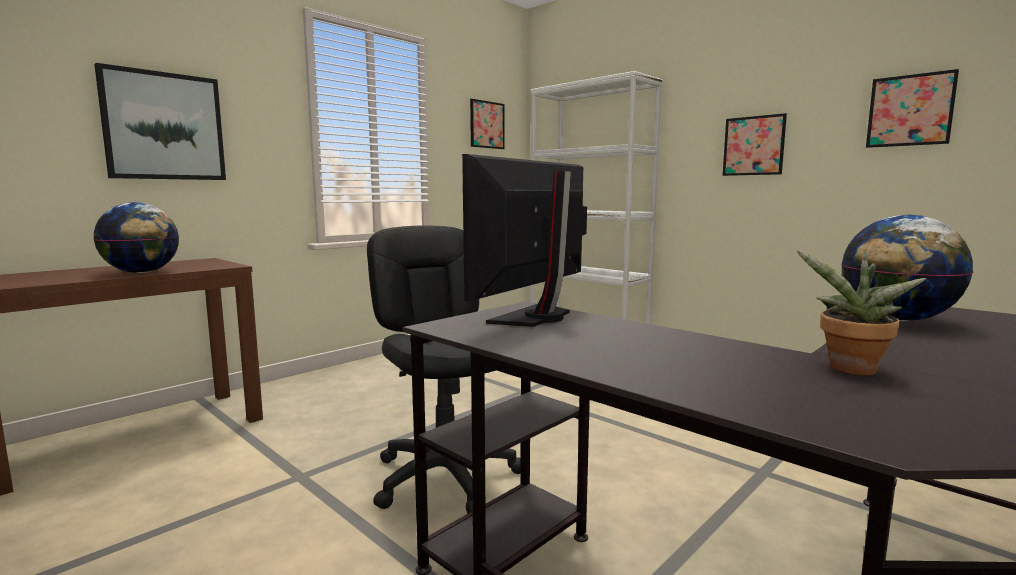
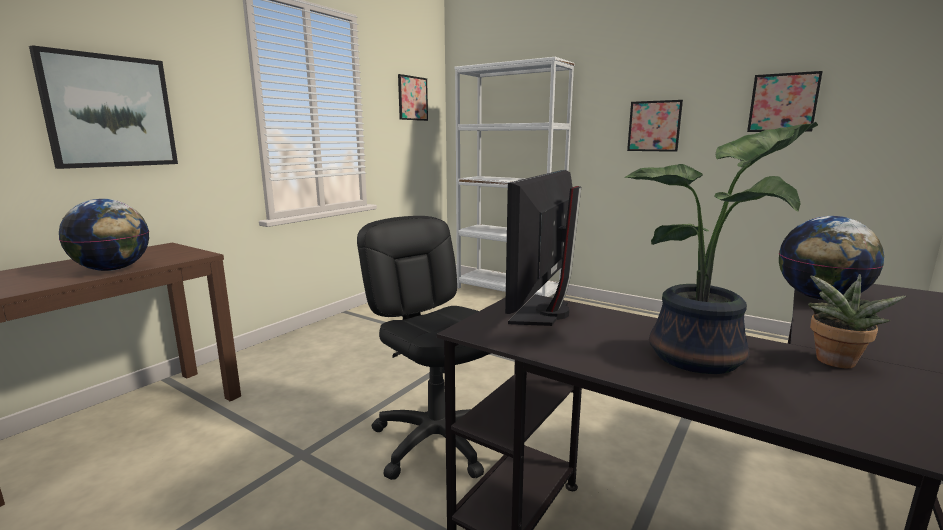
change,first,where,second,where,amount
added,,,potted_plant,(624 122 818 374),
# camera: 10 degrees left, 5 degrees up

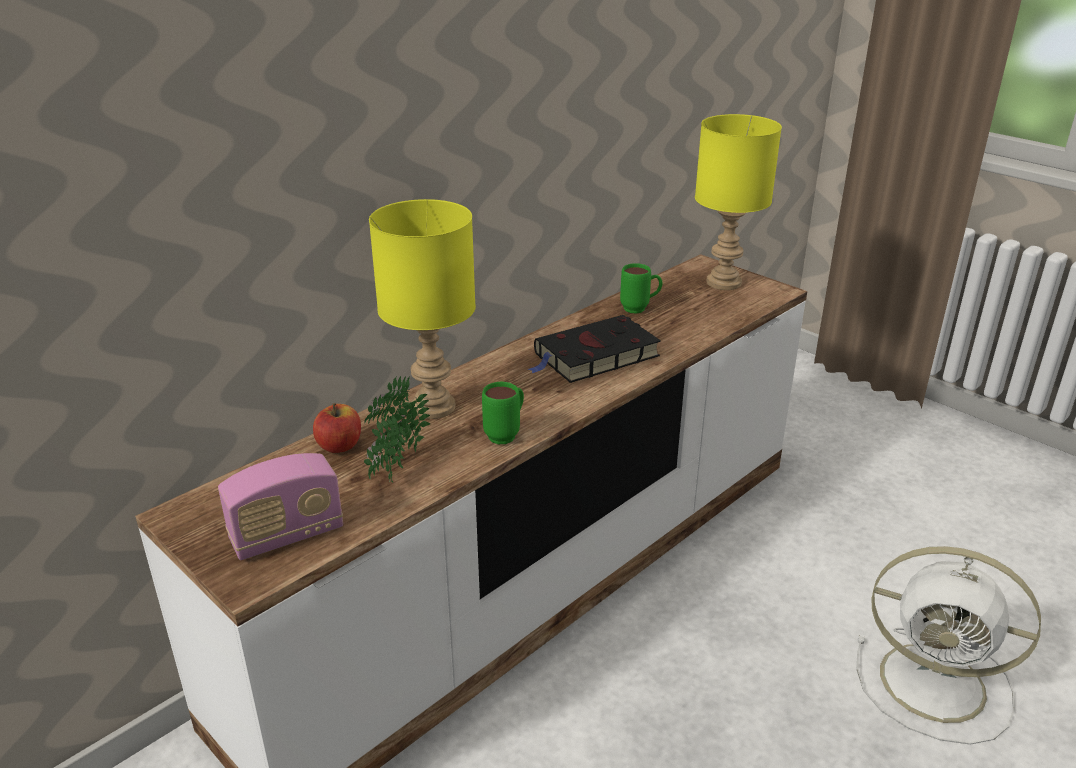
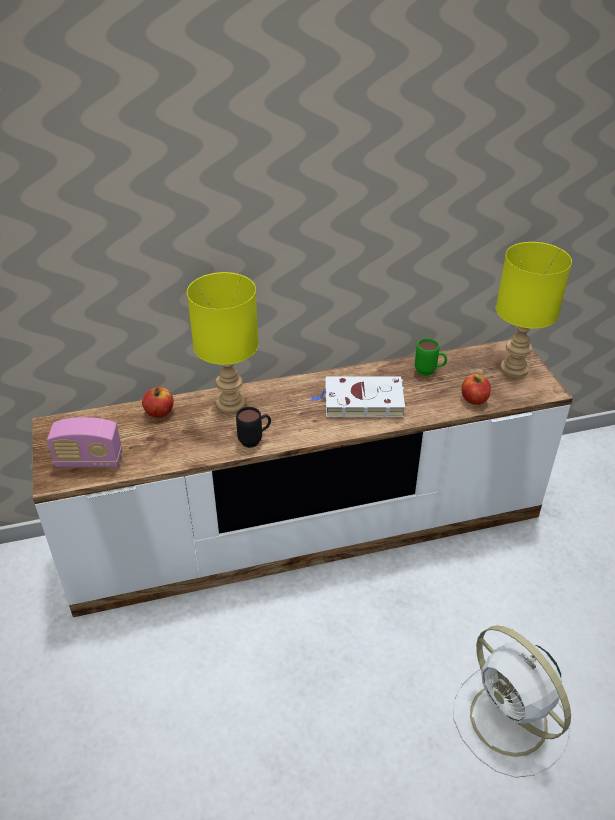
change,first,where,second,where,amount
removed,potted_plant,(364 376 430 483),,,
added,,,apple,(461 374 491 405),
recoloured,green_mug,(482 382 524 444),black_mug,(236 407 271 448),
recoloured,black_book,(528 315 661 383),white_book,(310 376 405 417),
# camera: 30 degrees right, 10 degrees up

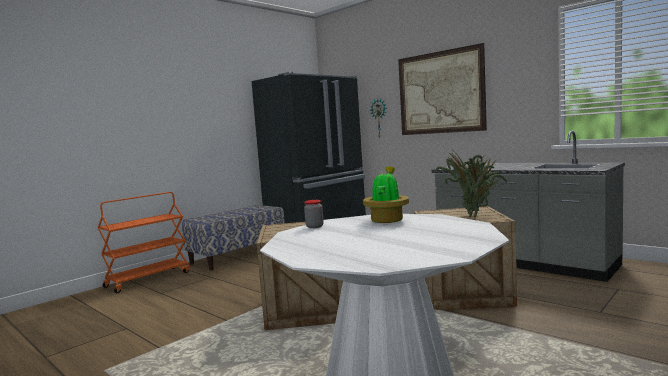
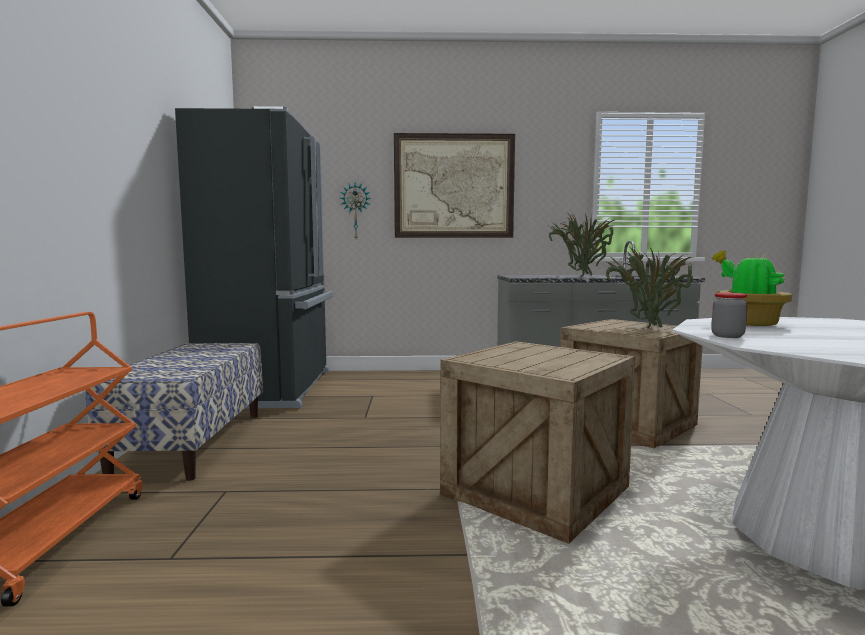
change,first,where,second,where,amount
added,,,potted_plant,(548 213 616 277),
# camera: 45 degrees left, 0 degrees up

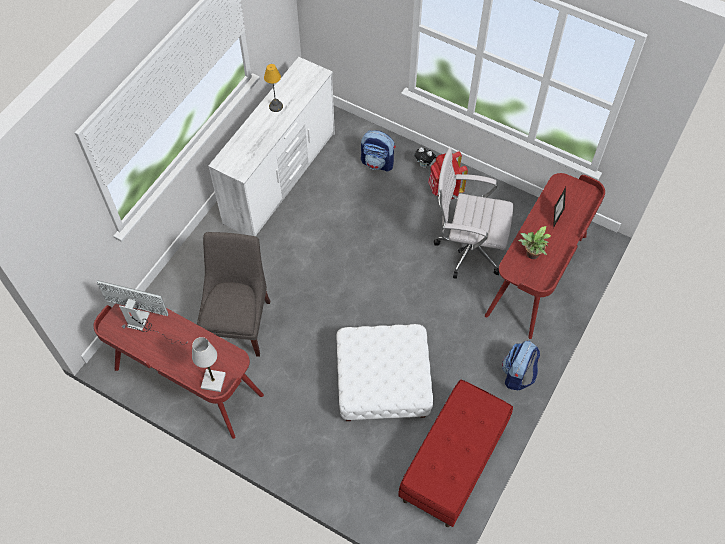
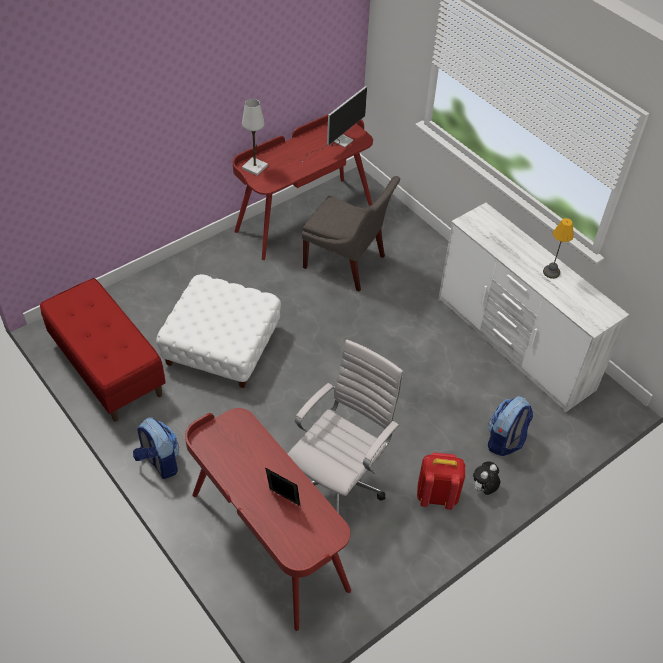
change,first,where,second,where,amount
removed,potted_plant,(518 226 551 259),,,
# camera: 110 degrees right, 10 degrees down

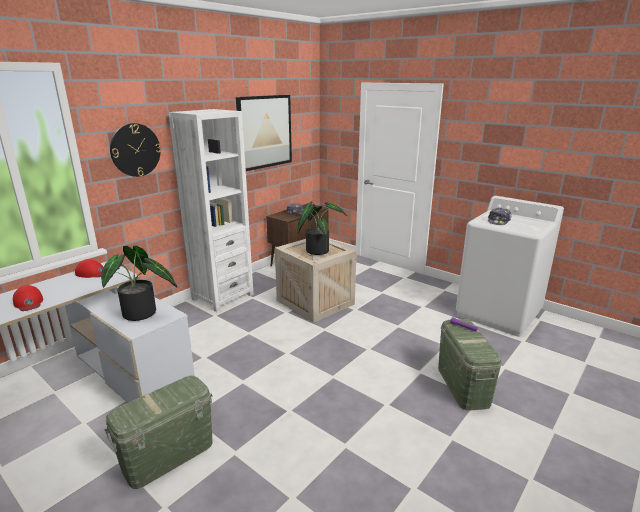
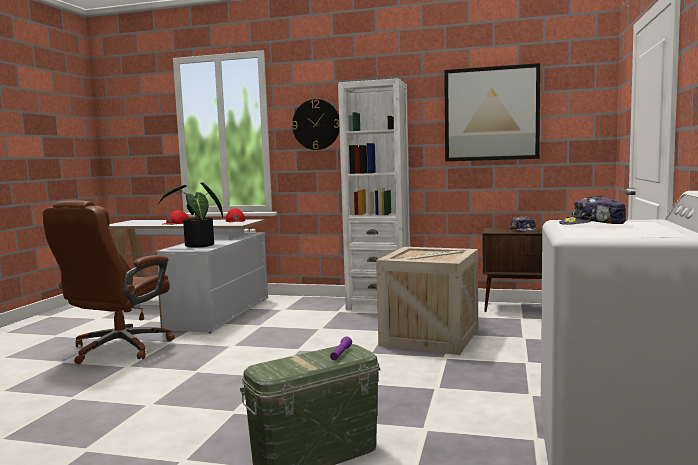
change,first,where,second,where,amount
removed,potted_plant,(298 202 347 255),,,
replaced,green_storage_box,(104 375 213 489),brown_office_chair,(43 200 175 364),
# camera: 65 degrees right, 15 degrees down

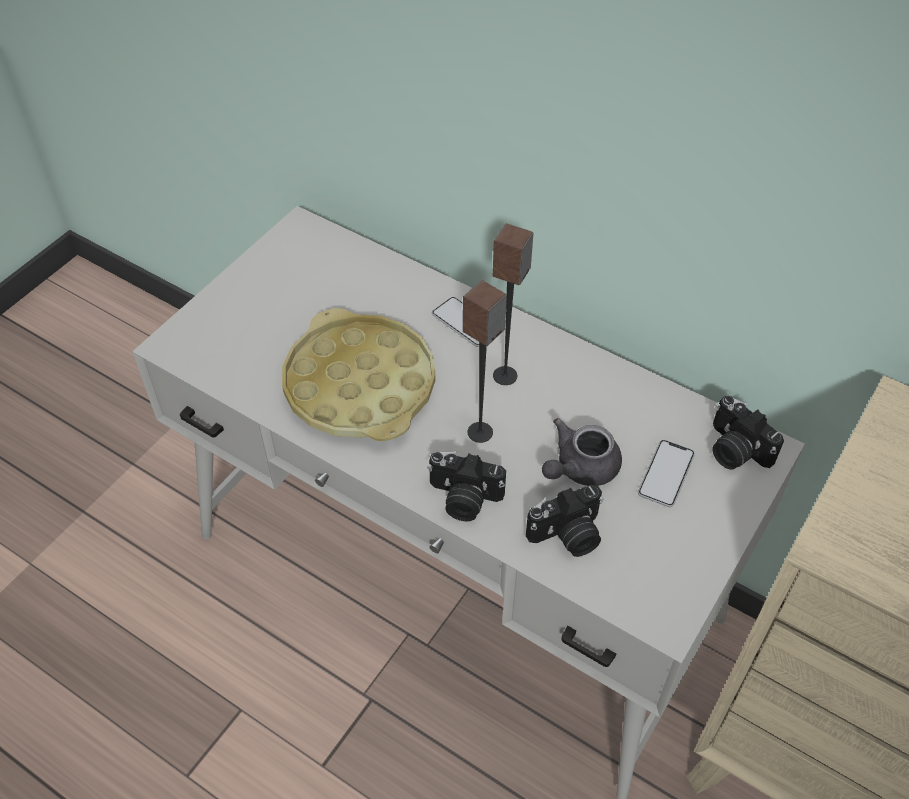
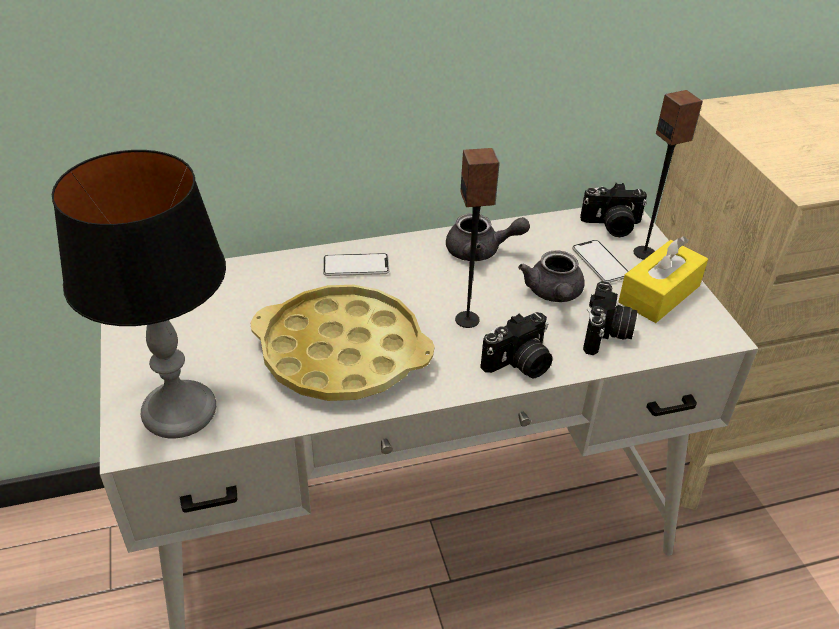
change,first,where,second,where,amount
added,,,table_lamp,(52 150 226 438),
added,,,grey_teapot,(446 213 530 261),
added,,,yellow_tissue_box,(618 236 708 323),
moved,speaker,(493 223 534 385),,(634 90 703 260),
# camera: 50 degrees left, 10 degrees down

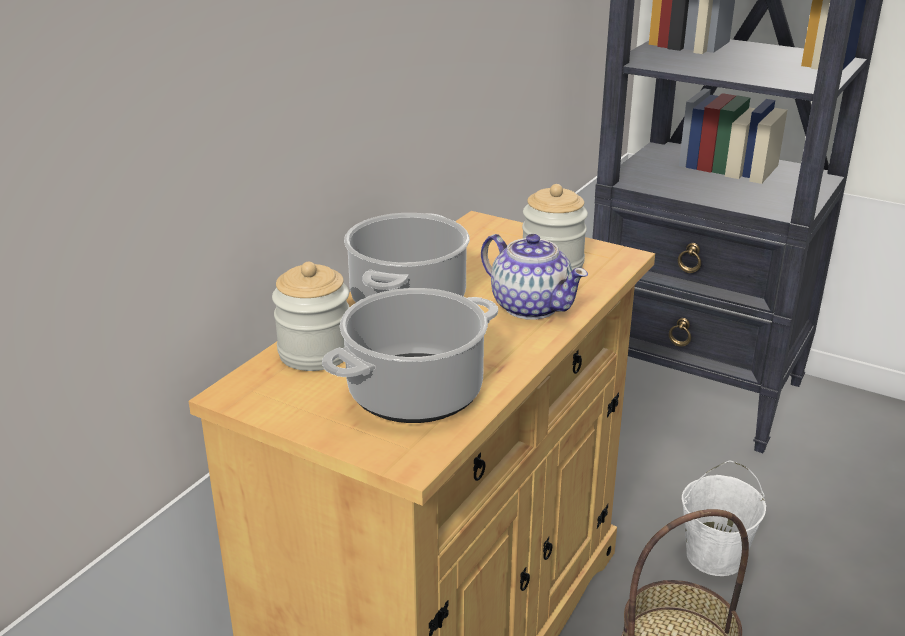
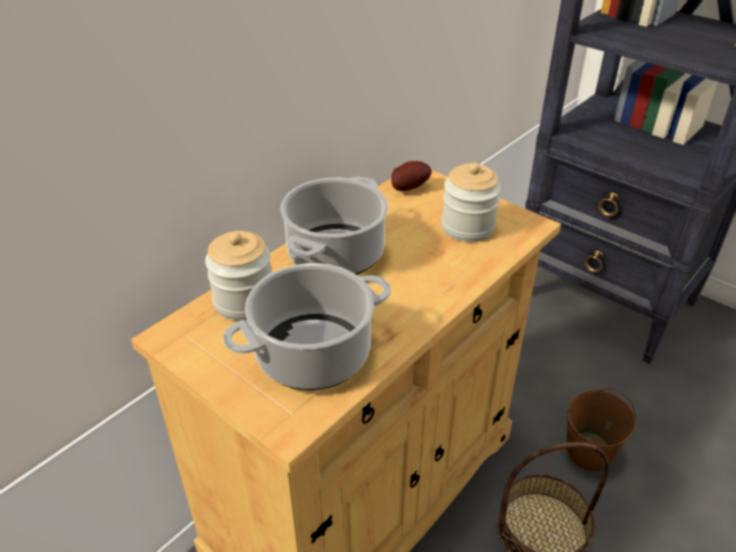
change,first,where,second,where,amount
removed,teapot,(481 234 588 320),,,
added,,,potato,(391 161 432 191),
recoloured,white_bucket,(682 461 766 576),brown_bucket,(567 388 636 471),
# camera: 10 degrees right, 10 degrees up

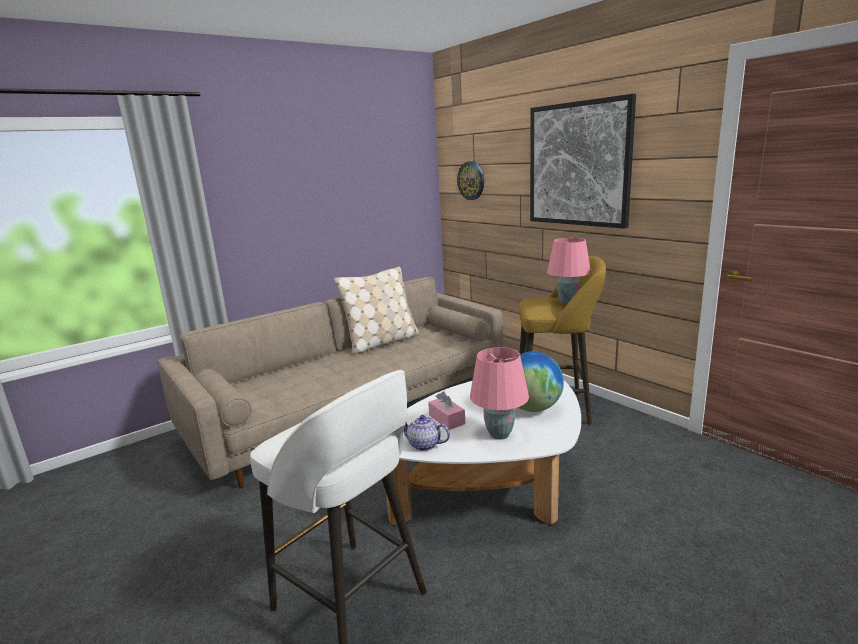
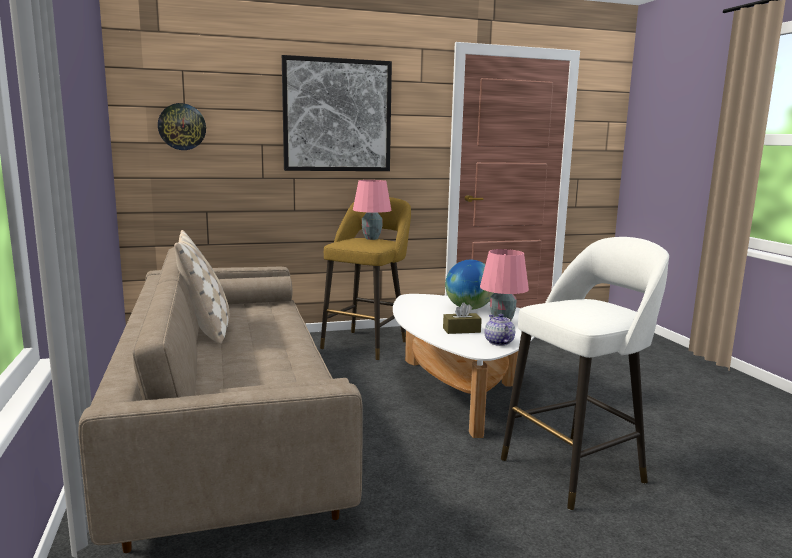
change,first,where,second,where,amount
recoloured,pink_tissue_box,(428 392 465 430),brown_tissue_box,(443 302 482 334),
turned,teapot,(403 415 450 451),,(484 314 515 346),120 degrees clockwise
# camera: 70 degrees left, 5 degrees down

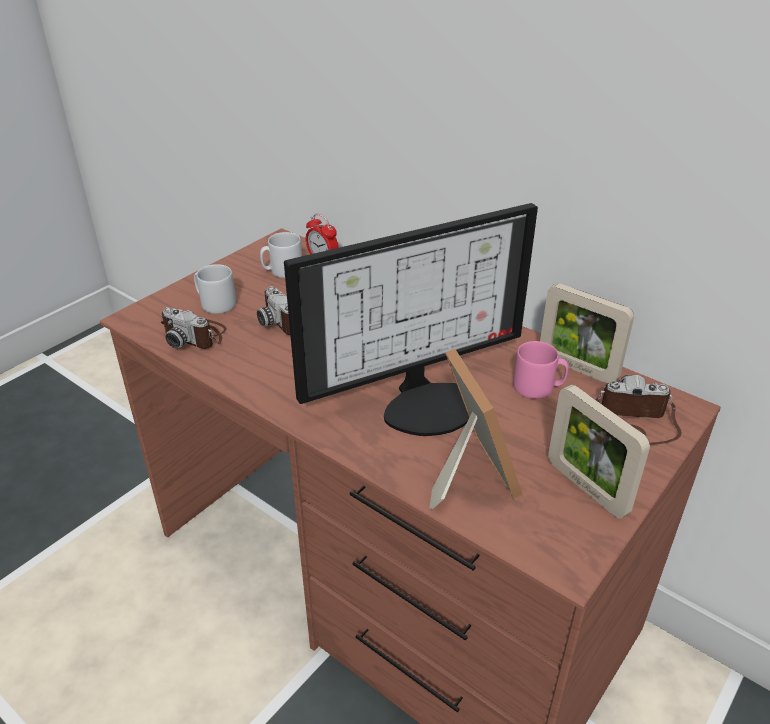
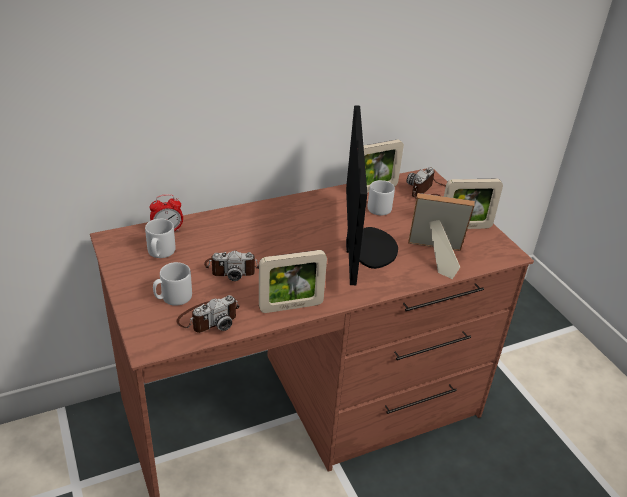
change,first,where,second,where,amount
added,,,picture_frame,(259 250 327 313),
recoloured,pink_mug,(513 341 569 399),grey_mug,(368 180 395 215),
# camera: 65 degrees left, 0 degrees up

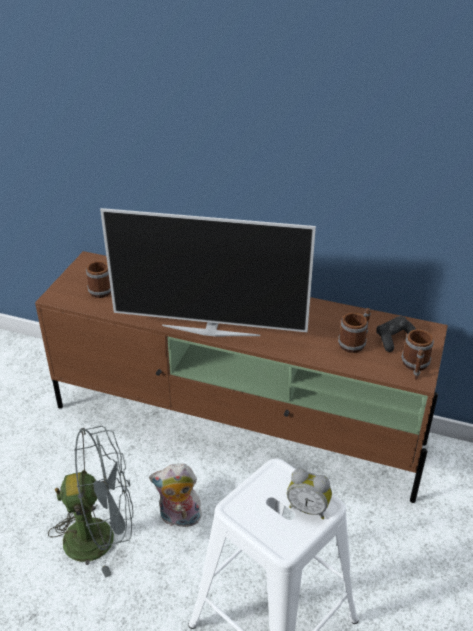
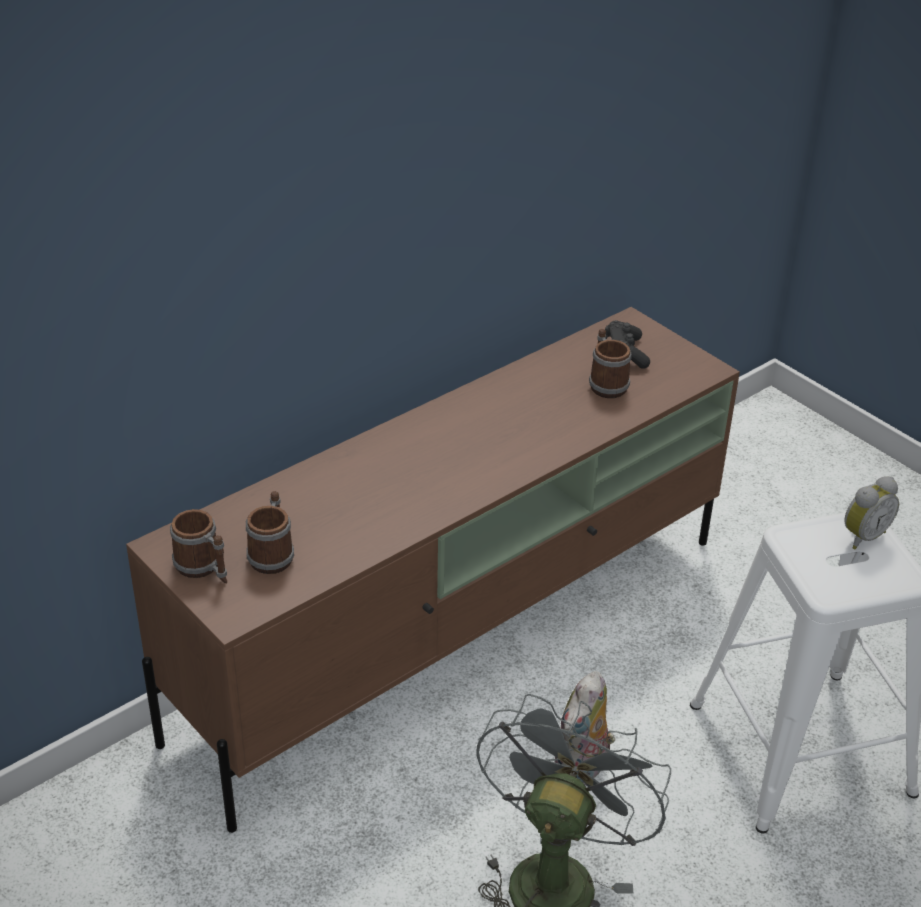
change,first,where,second,where,amount
removed,television,(100 208 316 336),,,
moved,mug,(401 329 434 380),,(170 509 227 583),
# camera: 60 degrees left, 0 degrees up

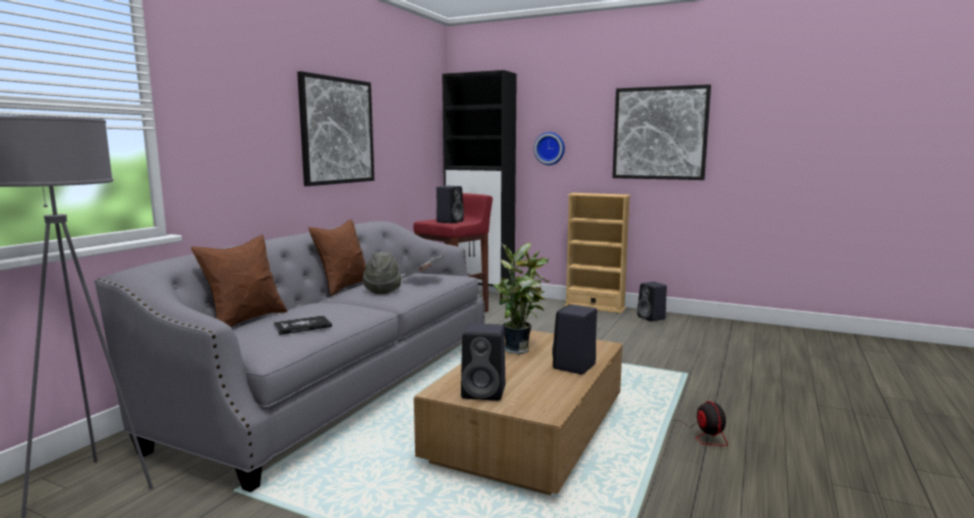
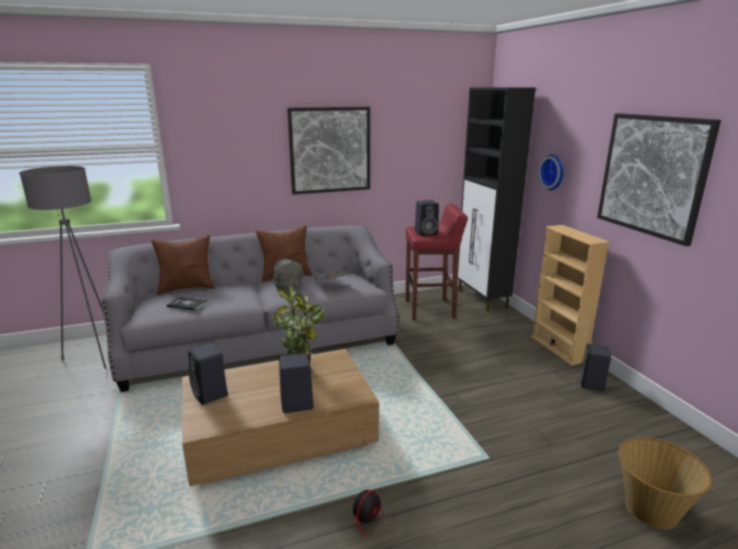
change,first,where,second,where,amount
added,,,basket,(618 437 712 529),
# camera: 45 degrees right, 10 degrees up

